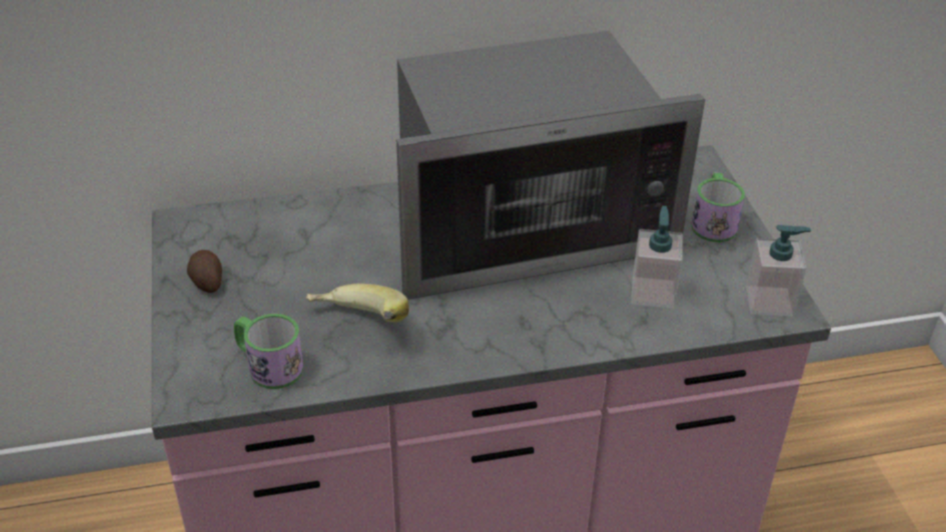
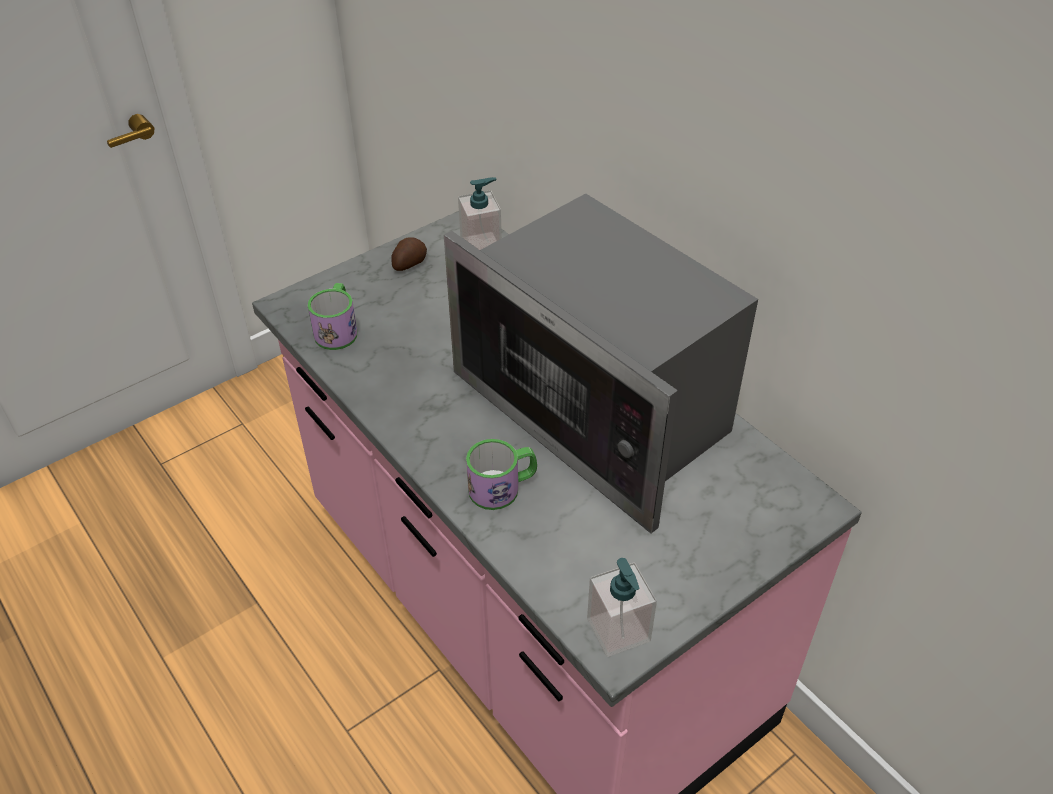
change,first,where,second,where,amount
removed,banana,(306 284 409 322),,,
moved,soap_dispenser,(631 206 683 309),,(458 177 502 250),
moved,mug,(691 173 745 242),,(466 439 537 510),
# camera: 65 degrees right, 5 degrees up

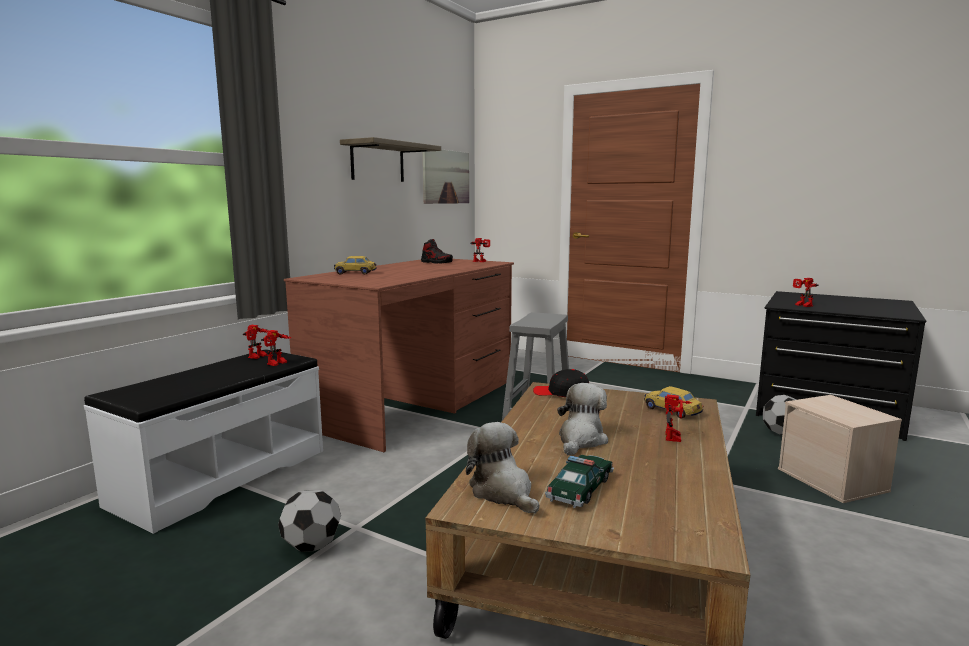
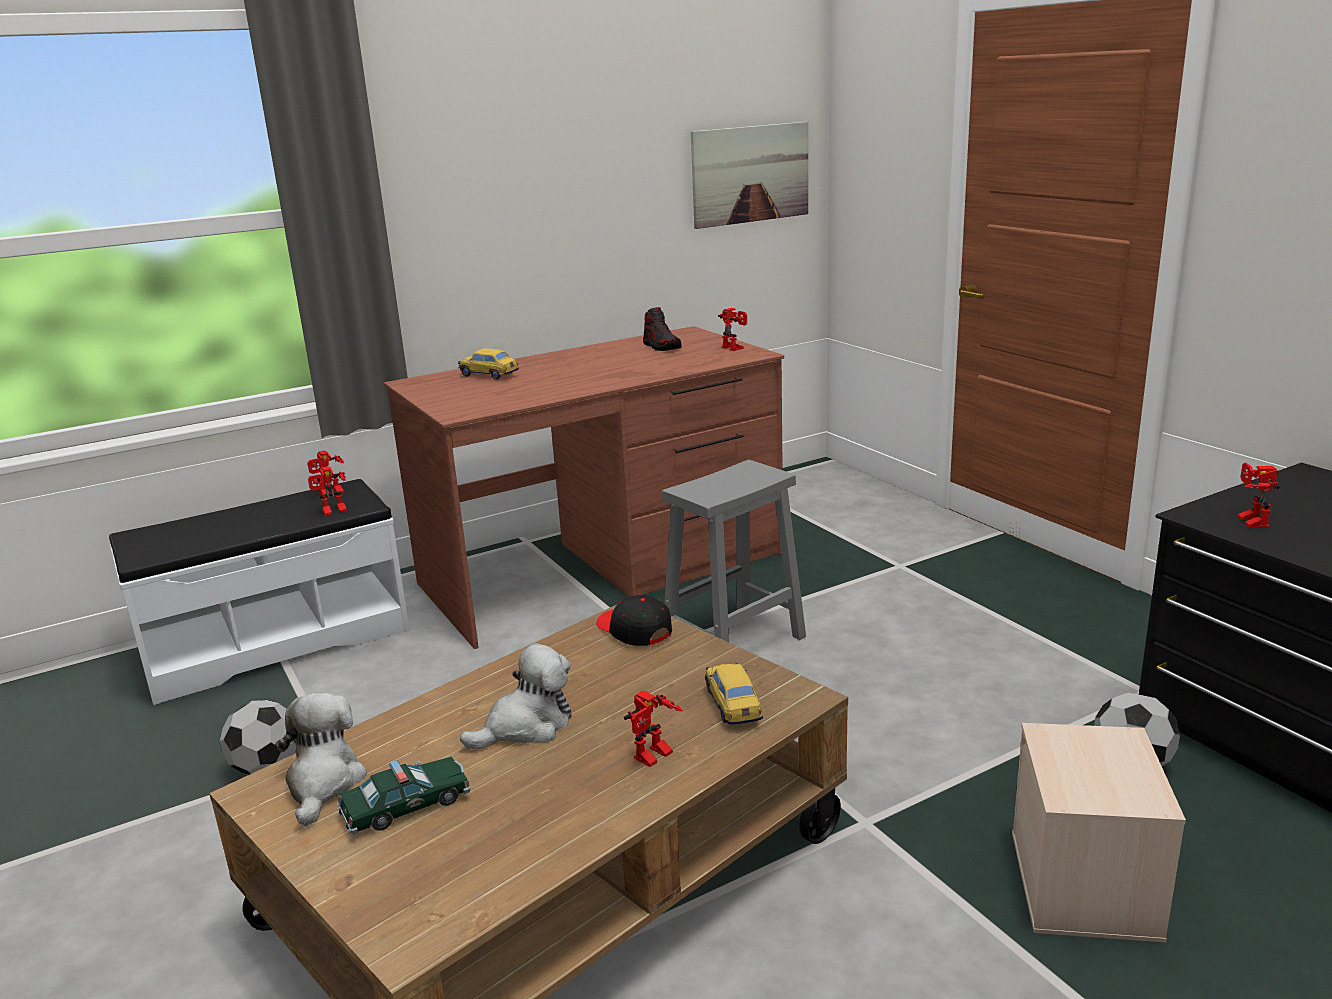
change,first,where,second,where,amount
removed,shelf,(340 137 441 182),,,
# camera: 30 degrees right, 10 degrees up

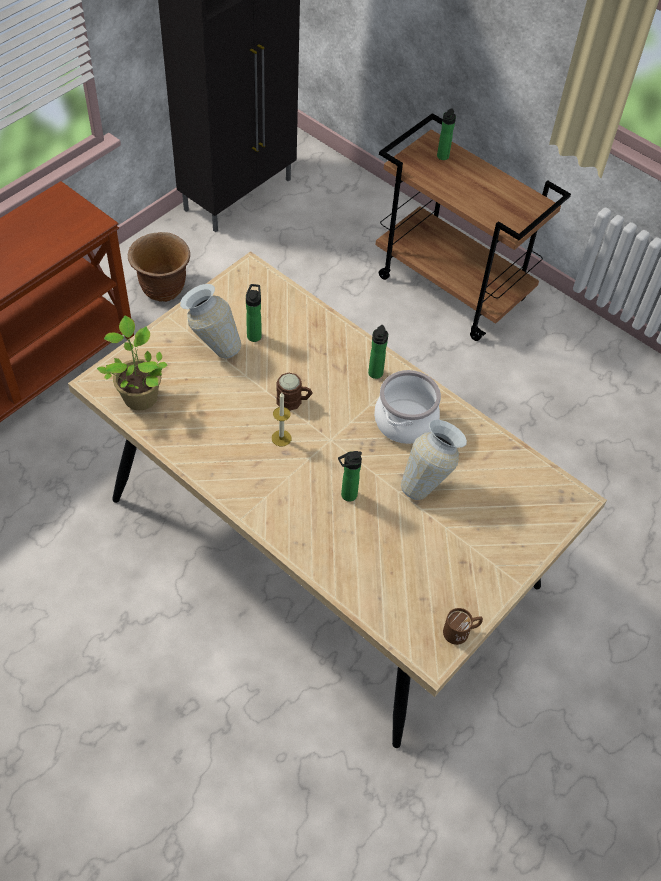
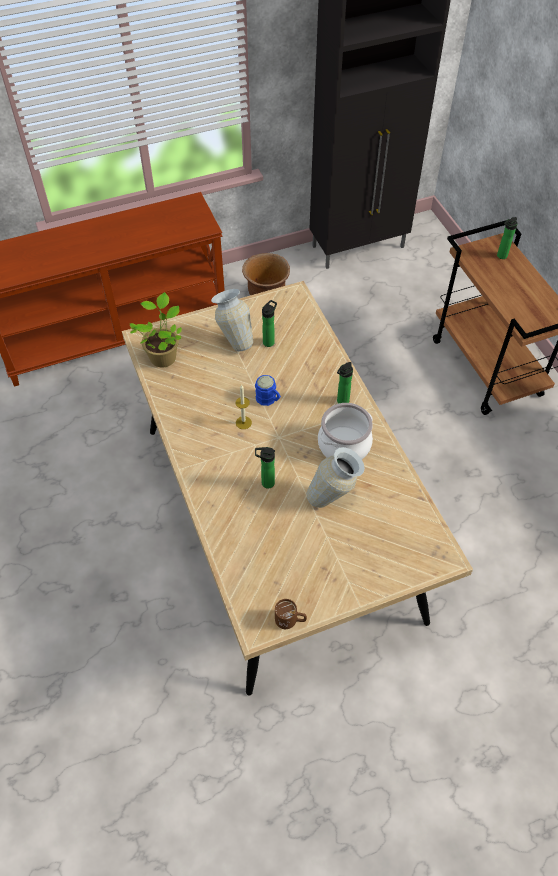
change,first,where,second,where,amount
recoloured,brown_mug,(276 373 313 411),blue_mug,(255 375 281 406),
# camera: 30 degrees right, 0 degrees up

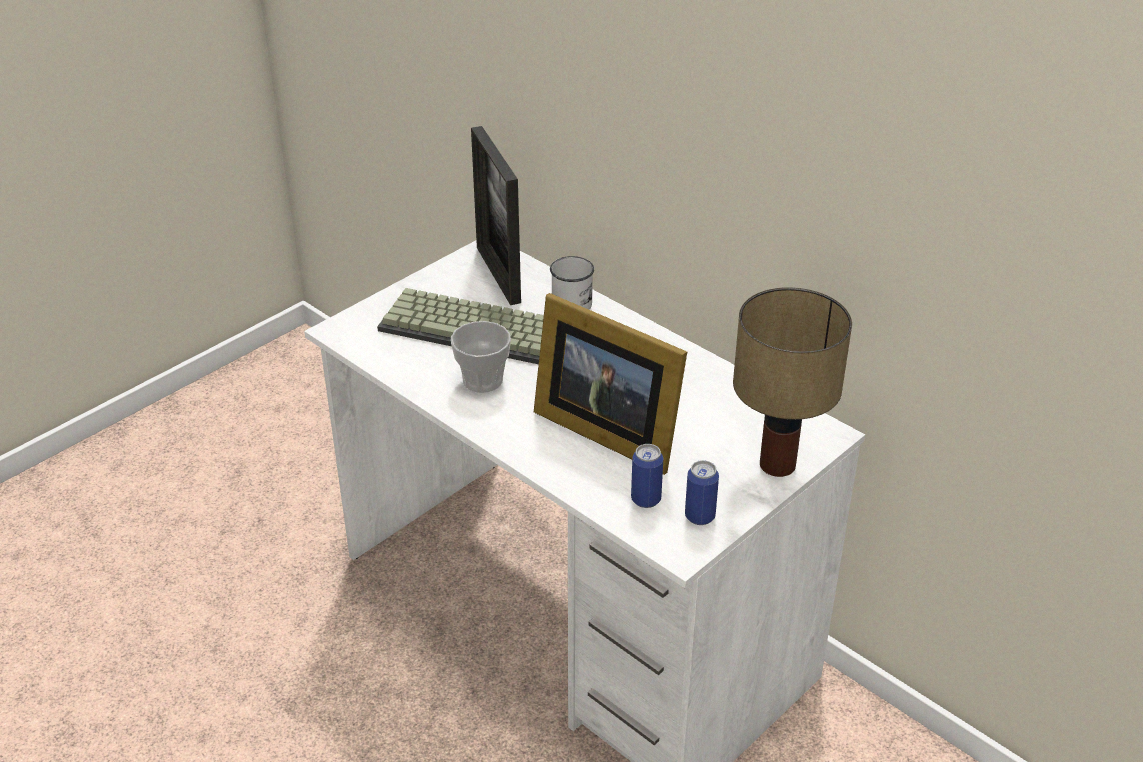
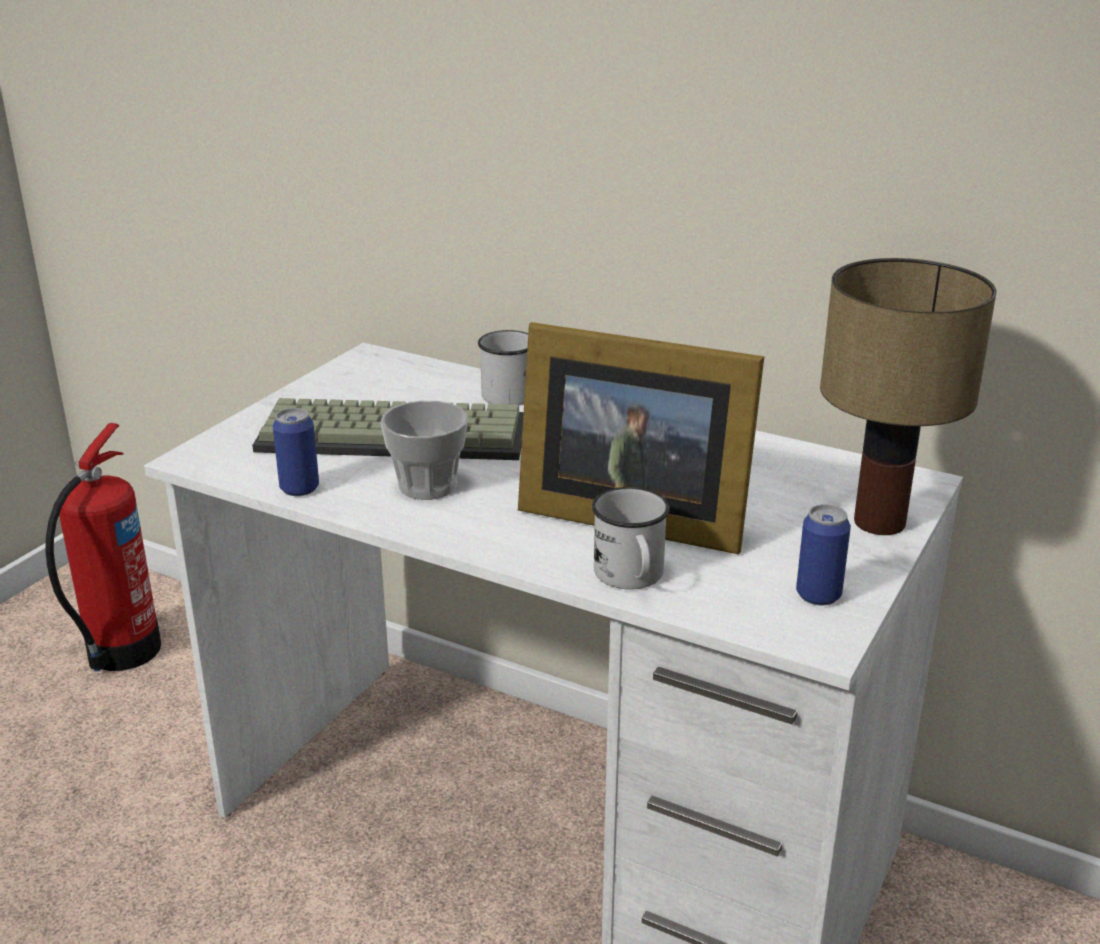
change,first,where,second,where,amount
removed,picture_frame,(471 126 521 305),,,
added,,,fire_extinguisher,(45 423 161 671),
added,,,white_mug,(592 487 670 590),
moved,can,(631 444 663 508),,(273 408 319 496),
# camera: 15 degrees left, 10 degrees down

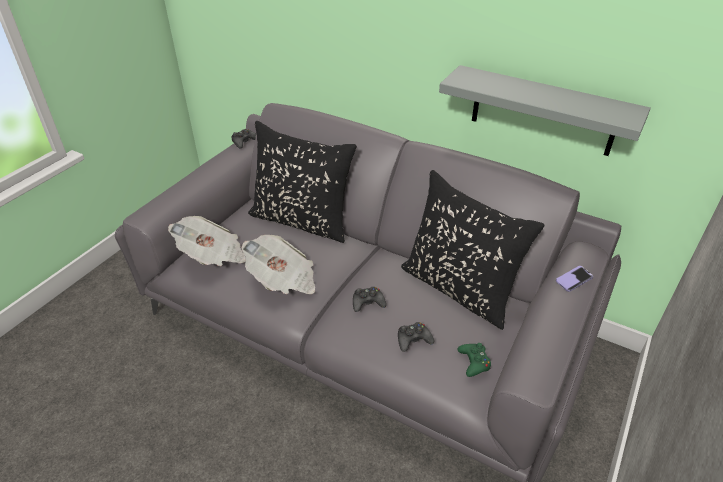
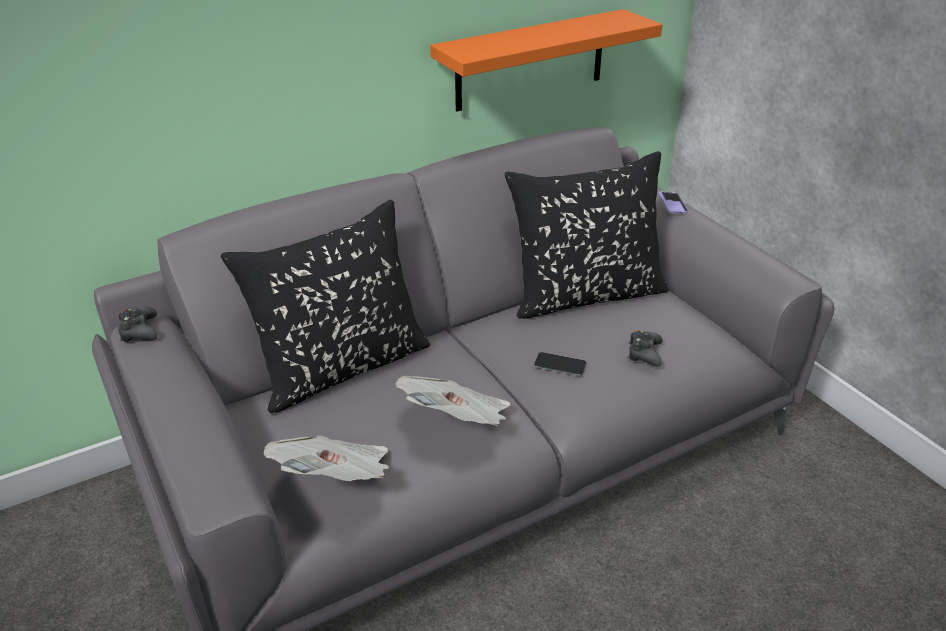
change,first,where,second,where,amount
removed,green_game_controller,(457 343 491 377),,,
replaced,black_game_controller,(353 287 386 312),phone,(534 352 586 376),
recoloured,grey_shelf,(439 65 651 156),orange_shelf,(430 9 662 112),
# camera: 60 degrees left, 5 degrees down

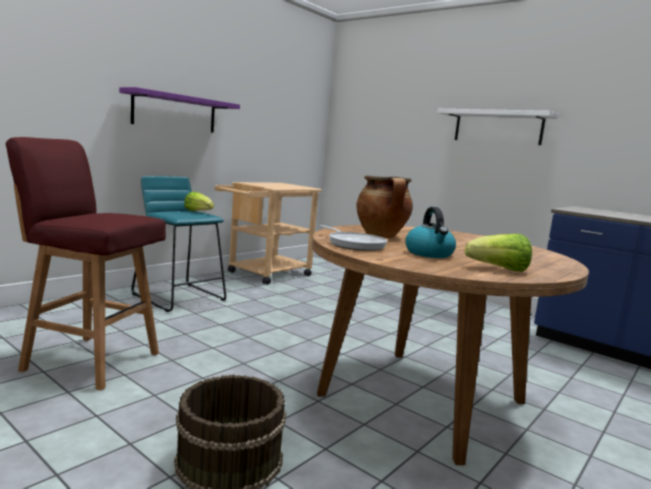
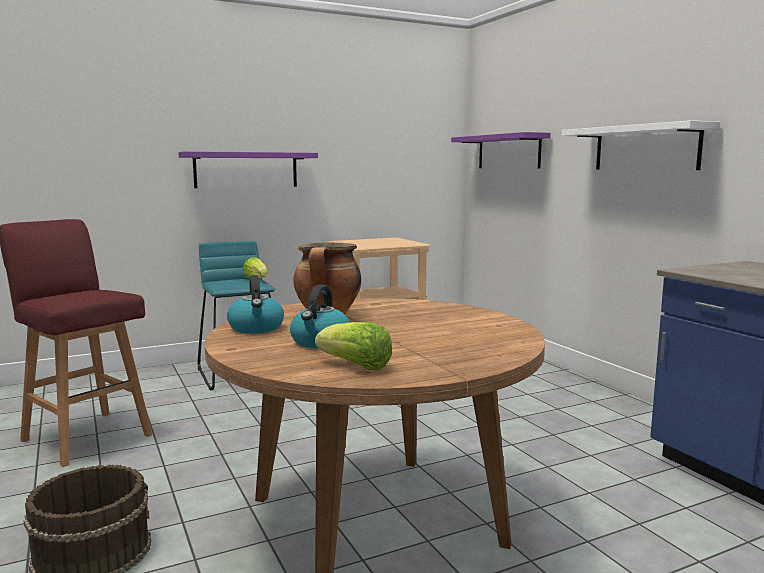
change,first,where,second,where,amount
added,,,purple_shelf,(451 132 551 169),
replaced,frying_pan,(320 225 387 251),kettle,(227 275 284 334),
# camera: 25 degrees right, 0 degrees up

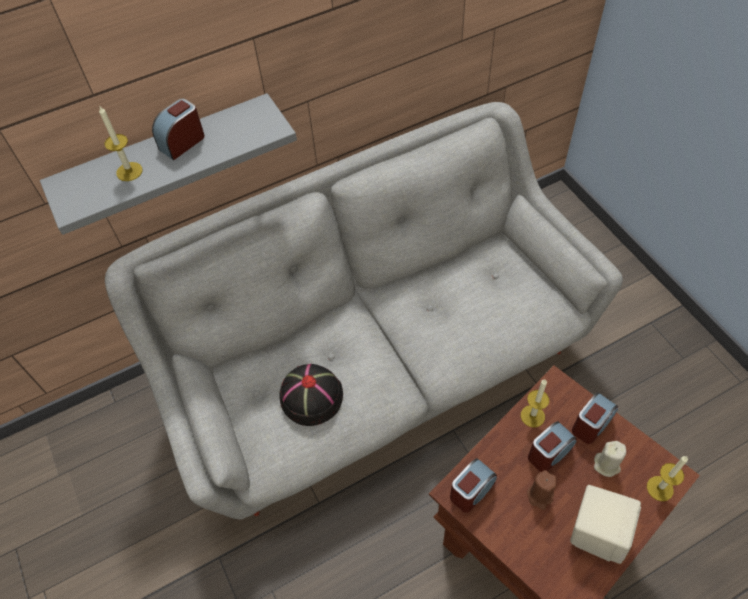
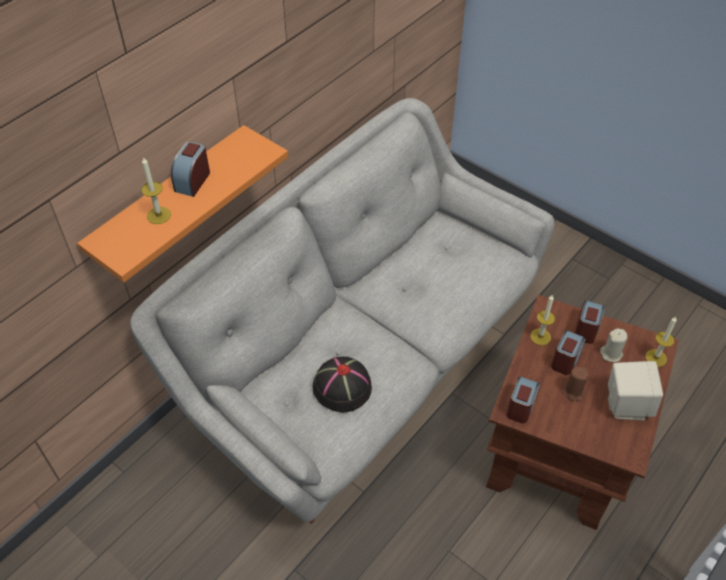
change,first,where,second,where,amount
recoloured,grey_shelf,(40 93 297 235),orange_shelf,(77 125 288 282),
# camera: 25 degrees left, 5 degrees down

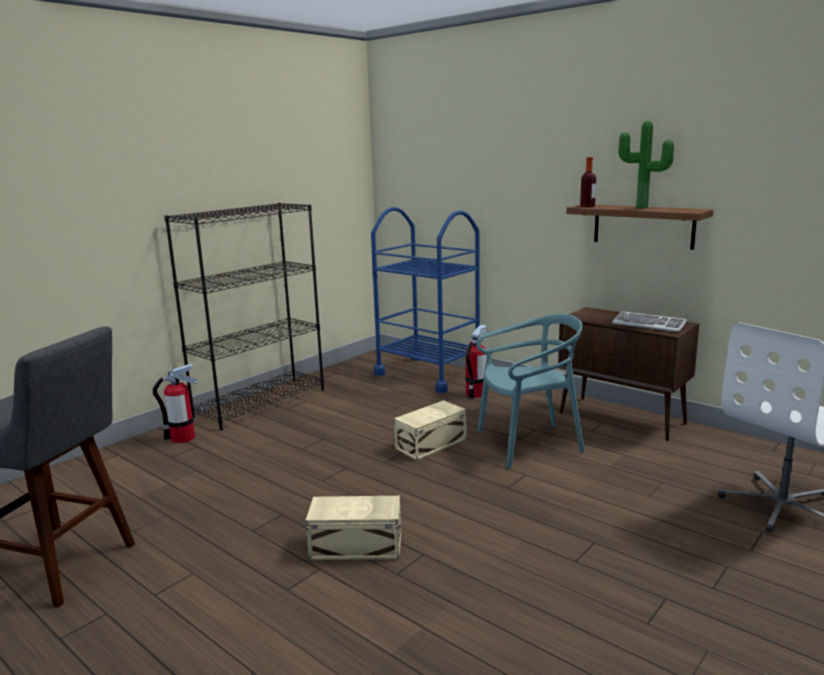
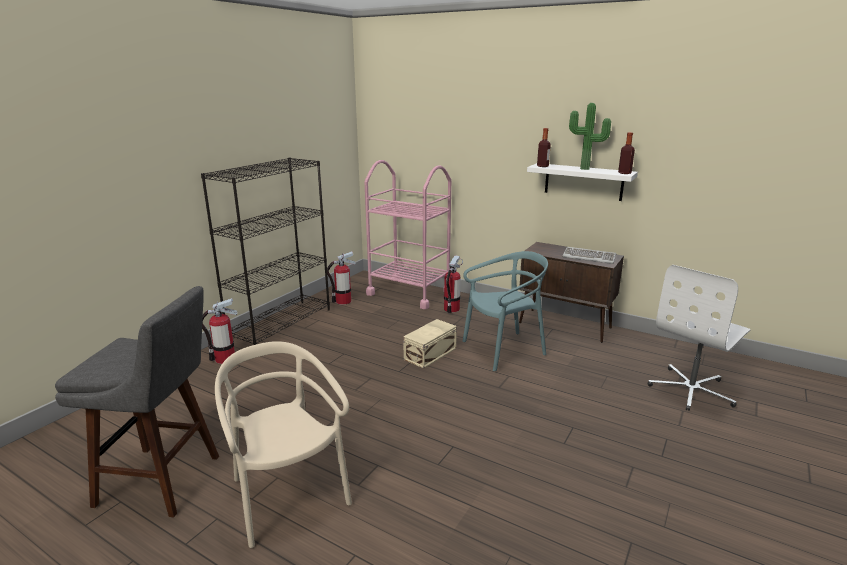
change,first,where,second,where,amount
removed,beige_storage_box,(306 496 401 560),,,
added,,,beige_chair,(215 341 352 548),
added,,,fire_extinguisher,(327 251 356 305),
added,,,bottle,(618 132 635 174),
recoloured,blue_cart,(371 207 480 393),pink_cart,(364 160 451 309),
recoloured,brown_shelf,(566 205 714 250),white_shelf,(527 163 638 201),
# camera: 10 degrees left, 5 degrees up

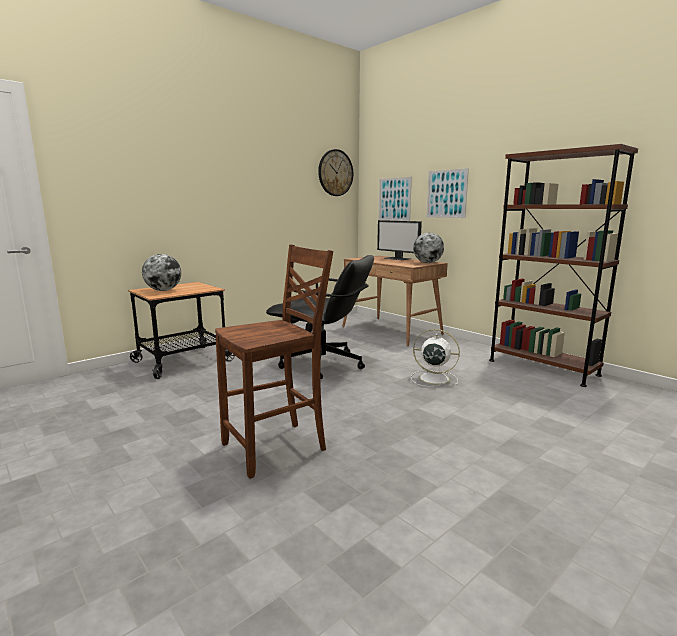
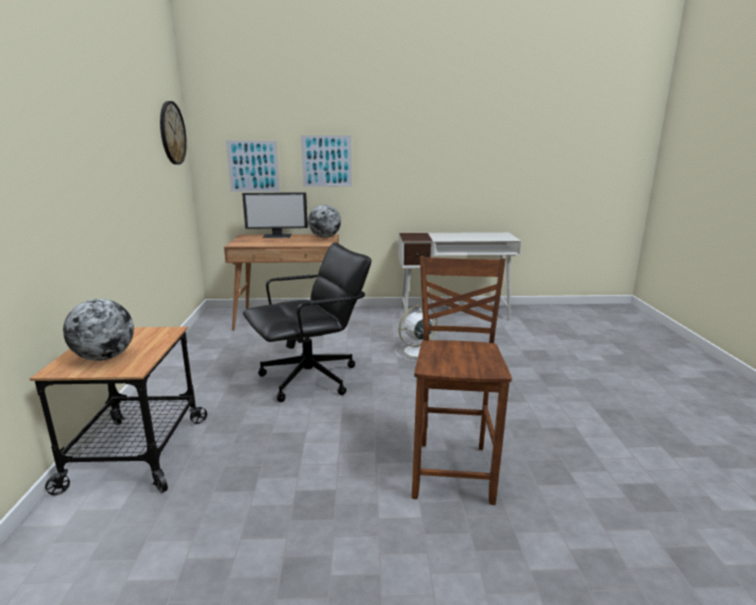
change,first,where,second,where,amount
replaced,brown_bookcase,(489 144 638 387),white_desk,(399 232 521 321),
# camera: 50 degrees left, 5 degrees up

